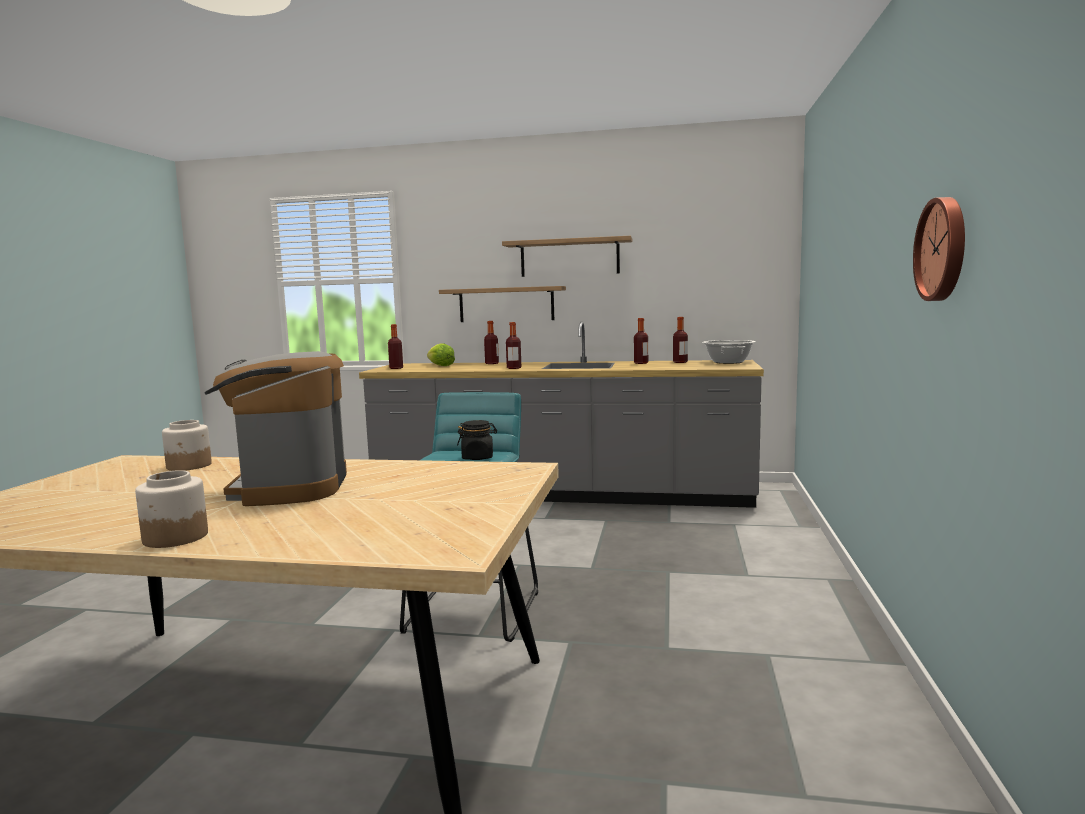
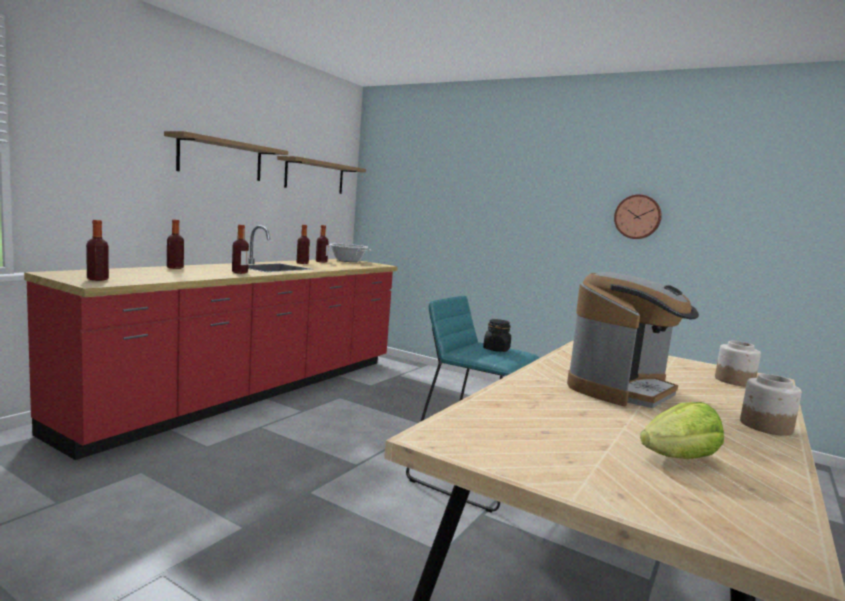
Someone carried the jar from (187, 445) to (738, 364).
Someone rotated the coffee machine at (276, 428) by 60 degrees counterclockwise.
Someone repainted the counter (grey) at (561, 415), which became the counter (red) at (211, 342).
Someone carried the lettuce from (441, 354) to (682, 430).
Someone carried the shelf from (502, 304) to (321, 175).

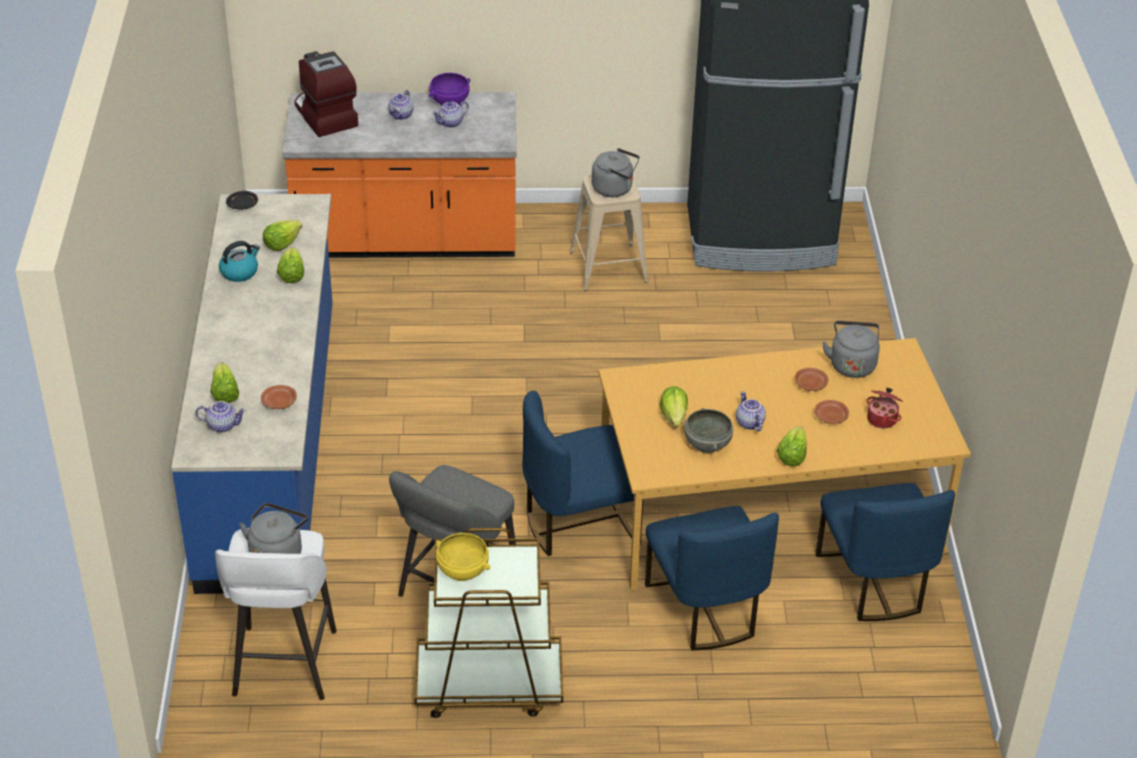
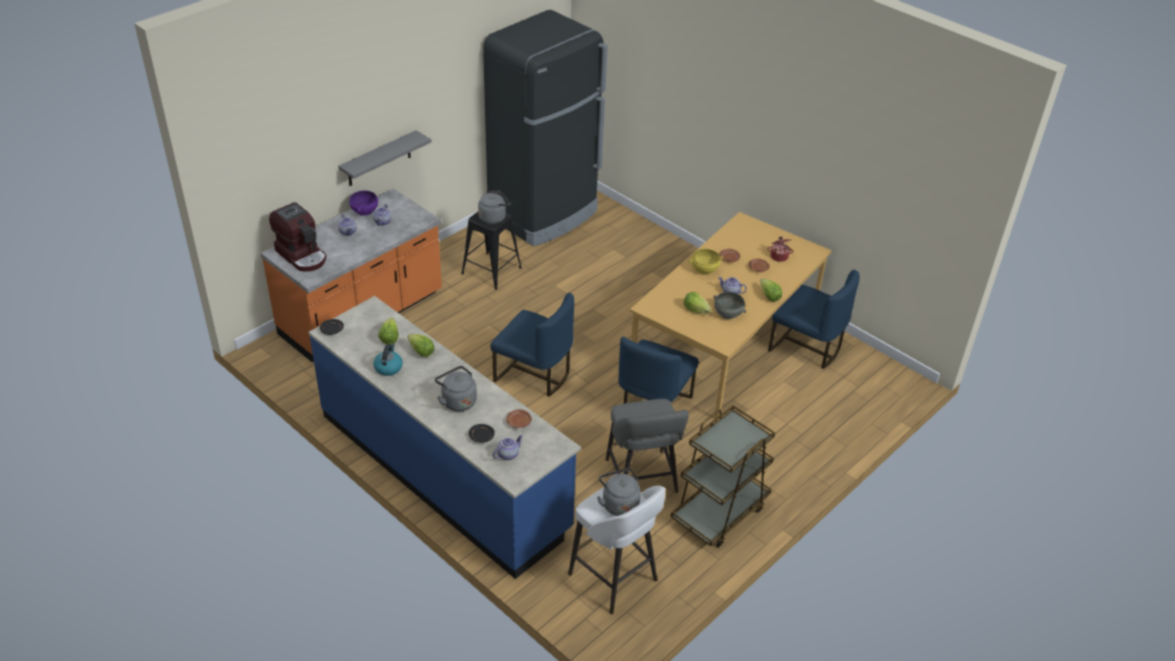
Someone swapped the lettuce at (224, 383) for the plate (black) at (482, 433).
Someone rotated the coffee machine at (326, 94) by 150 degrees counterclockwise.
Someone carried the bowl (yellow) from (462, 557) to (706, 262).
Someone repainted the stool (beige) at (609, 233), which became the stool (black) at (491, 251).
Someone carried the chair (blue) from (712, 578) to (532, 345).
Someone carried the kettle (grey) from (851, 349) to (456, 389).
Someone put up the shelf (grey) at (385, 158).

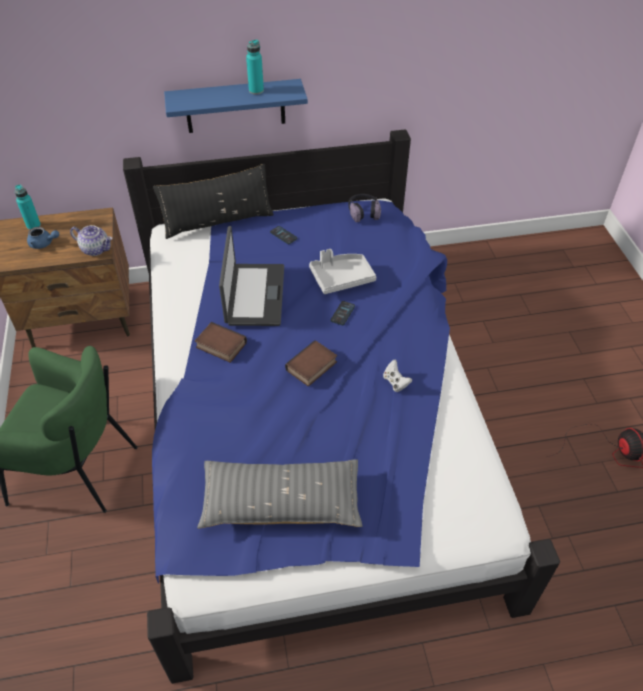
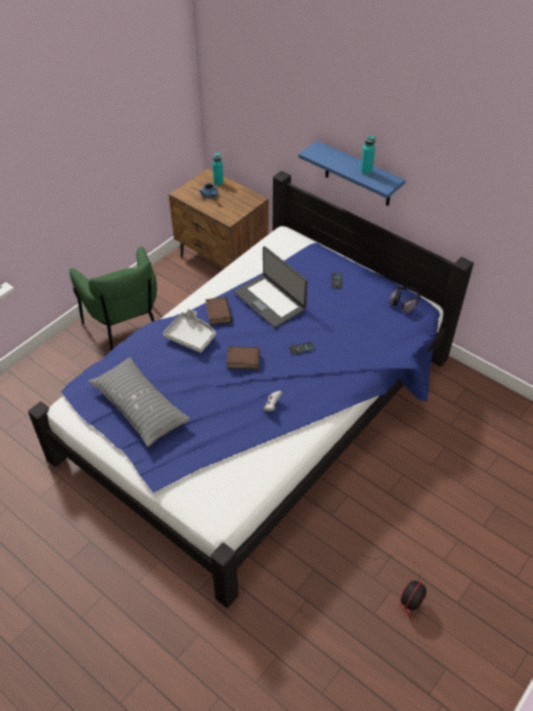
Someone took away the teapot at (91, 240).
Someone took away the pillow (black) at (213, 201).
Someone rotated the laptop at (251, 276) by 90 degrees clockwise.
Someone carried the tray (grey) from (342, 271) to (189, 331).

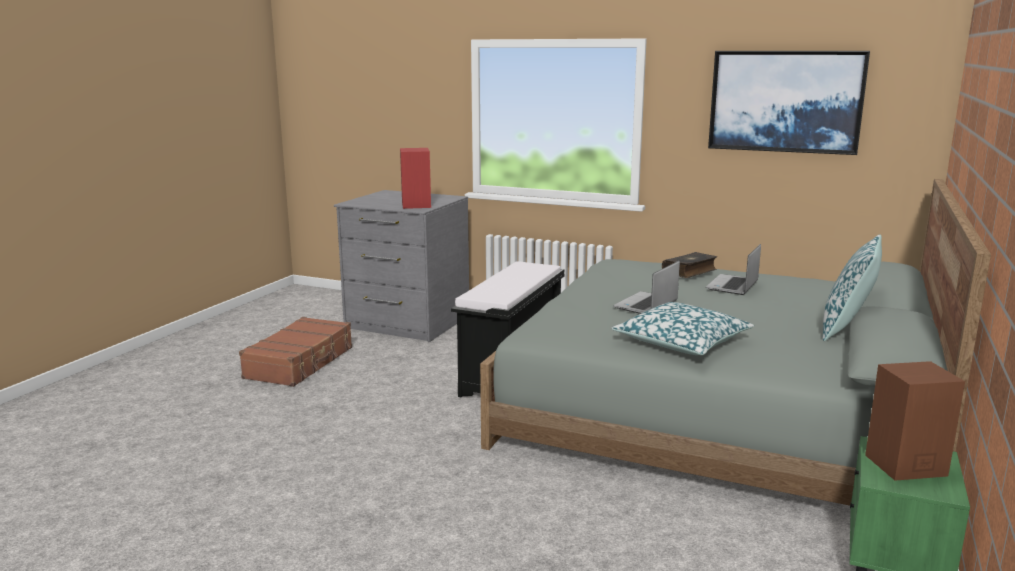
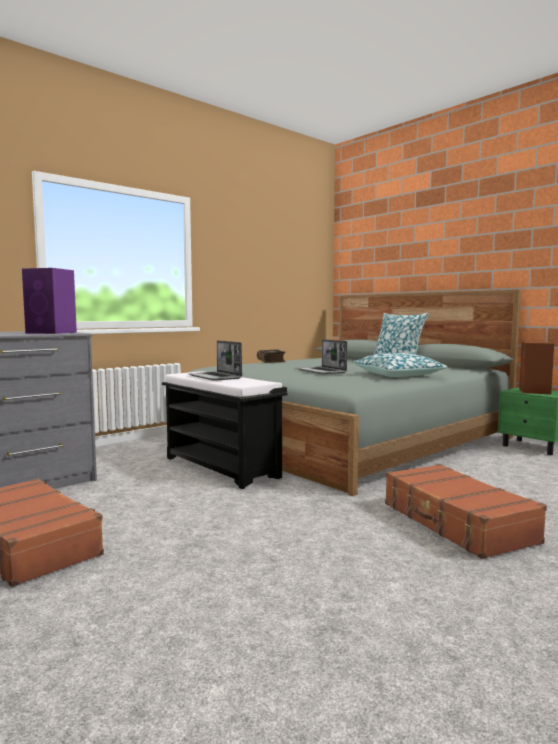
Someone repainted the speaker (red) at (415, 178), which became the speaker (purple) at (49, 301).
Someone carried the laptop from (733, 269) to (215, 360).
Someone took away the picture at (789, 103).
Someone put down the suitcase (brown) at (466, 511).

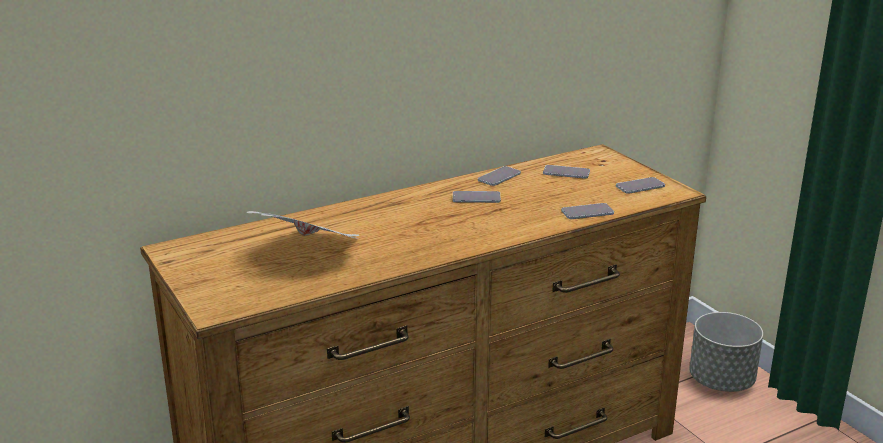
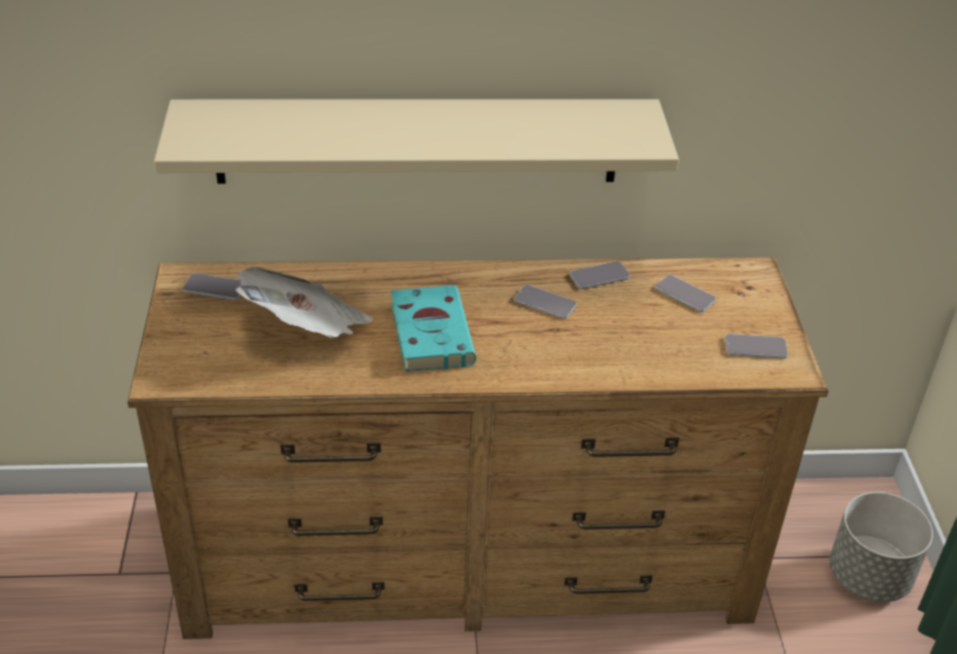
Someone carried the phone from (587, 211) to (212, 286).
Someone put up the shelf (beige) at (416, 141).
Someone put down the book (turquoise) at (433, 328).

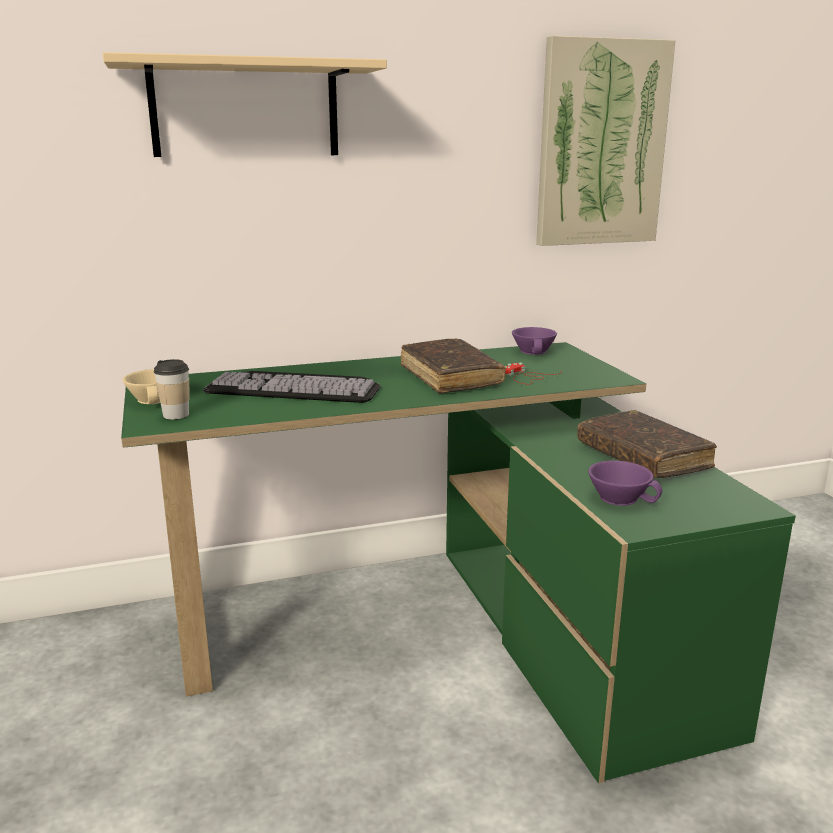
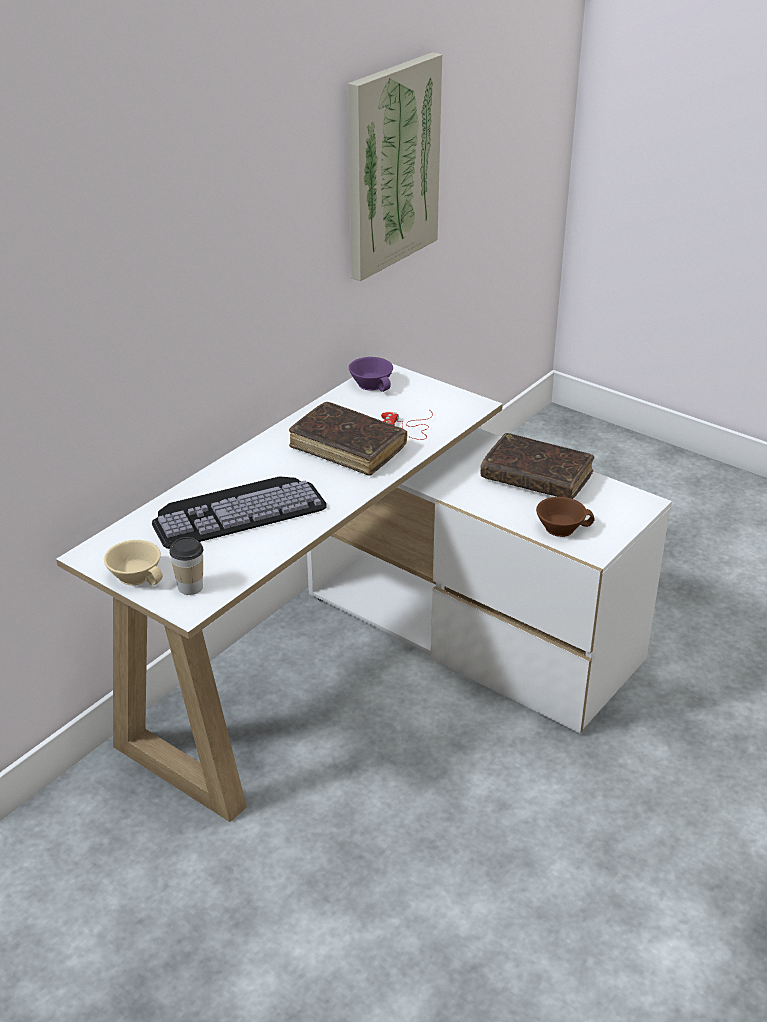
Someone took away the shelf (beige) at (245, 104).
Someone repainted the desk (green) at (458, 563), which became the desk (white) at (364, 593).
Someone repainted the cup (purple) at (625, 483), which became the cup (brown) at (565, 517).

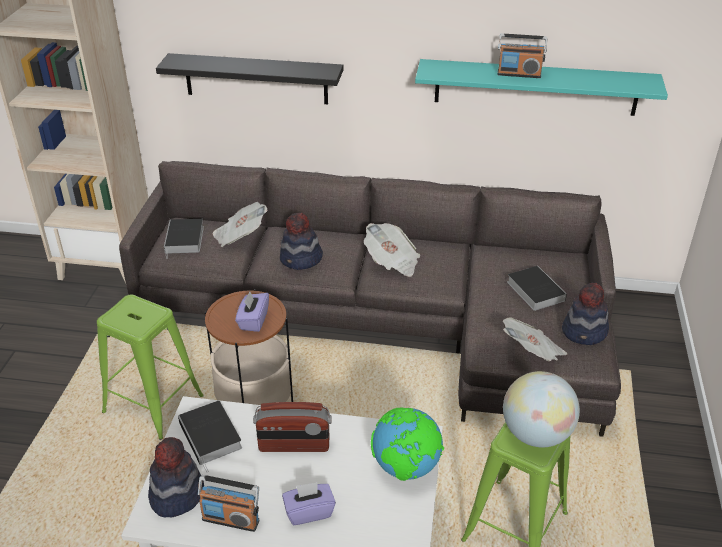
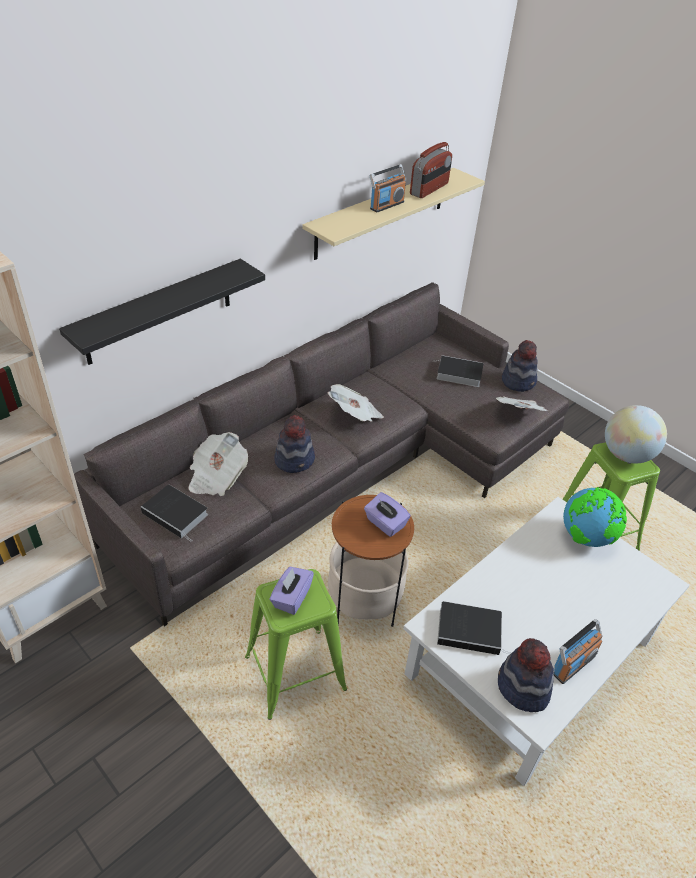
Someone carried the radio from (292, 427) to (431, 170).
Someone carried the tissue box (purple) from (309, 503) to (292, 591).
Someone repainted the shelf (turquoise) at (541, 87), which became the shelf (beige) at (393, 214).

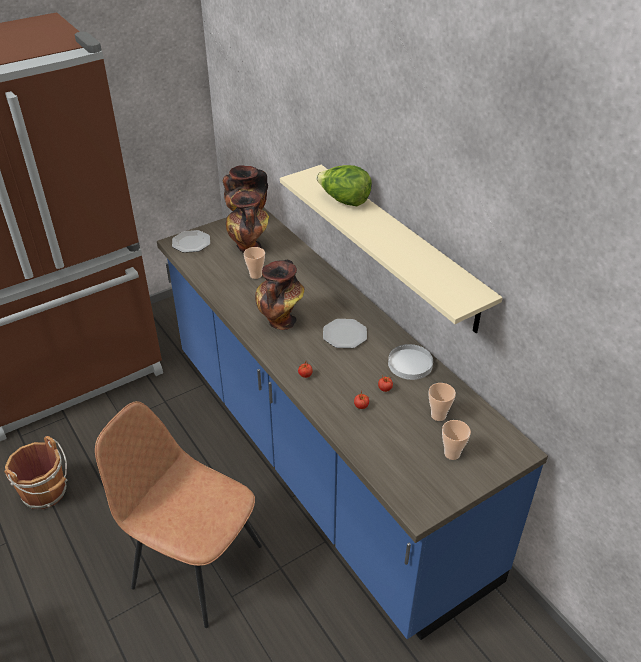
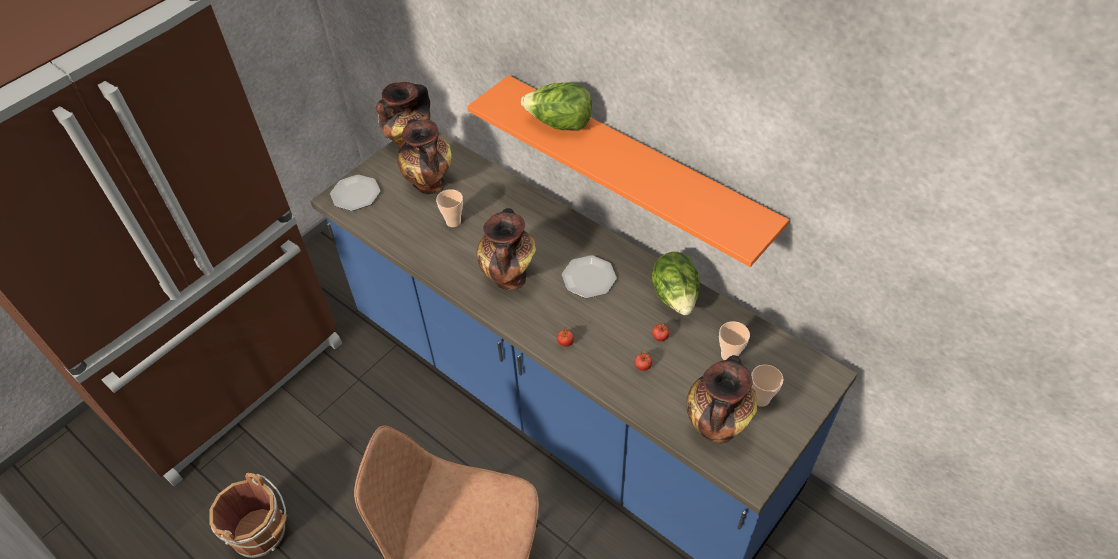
Someone repainted the shelf (beige) at (391, 249), which became the shelf (orange) at (628, 171).
Someone swapped the plate (white) at (410, 362) for the lettuce at (676, 283).
Someone put down the vase at (721, 399).

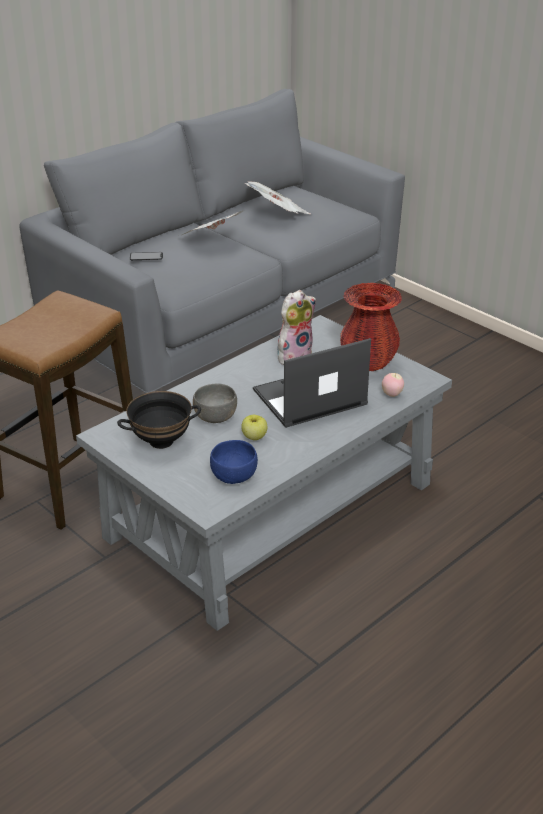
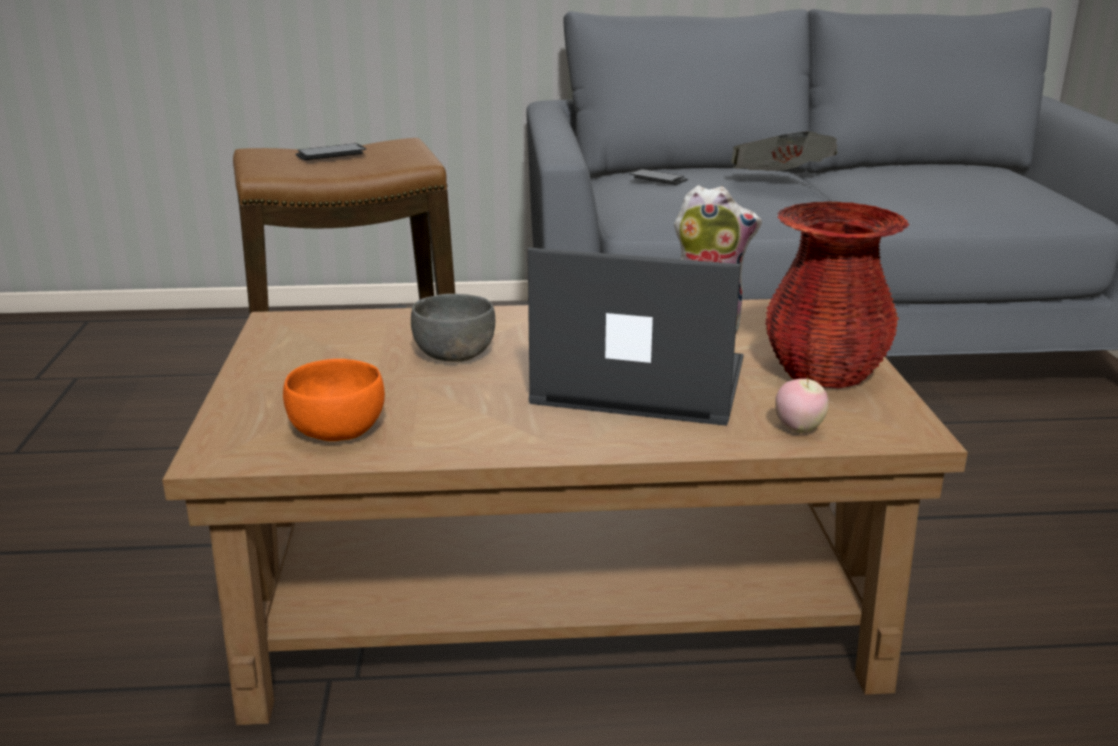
Someone repainted the coffee table (grey) at (264, 473), which became the coffee table (brown) at (565, 512).
Someone took away the bowl (black) at (159, 420).
Someone repainted the bowl (blue) at (234, 462), which became the bowl (orange) at (334, 400).
Someone took away the apple at (254, 427).
Someone took away the newspaper at (278, 198).
Someone put down the phone at (330, 151).

